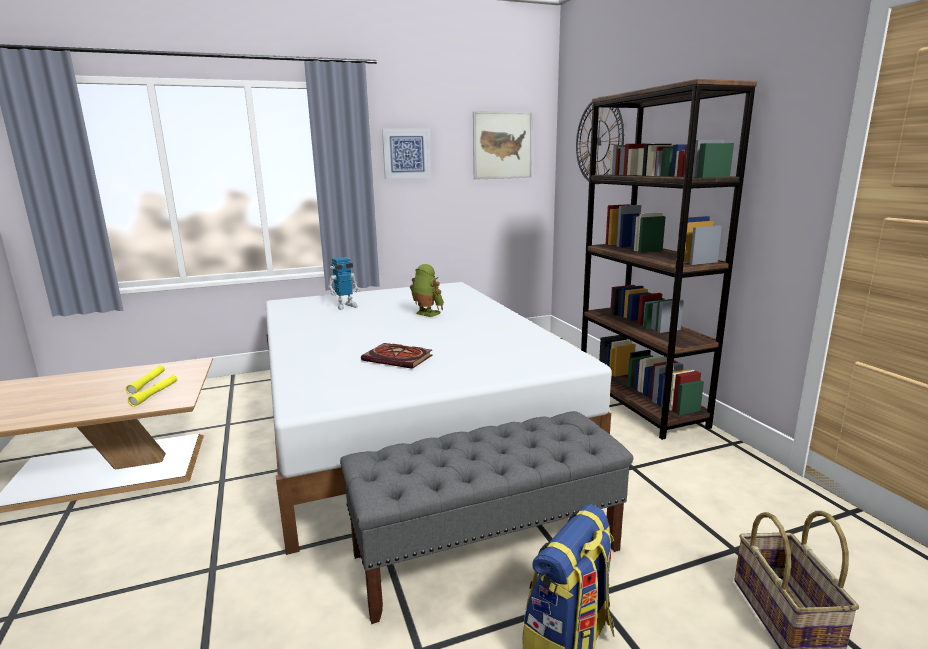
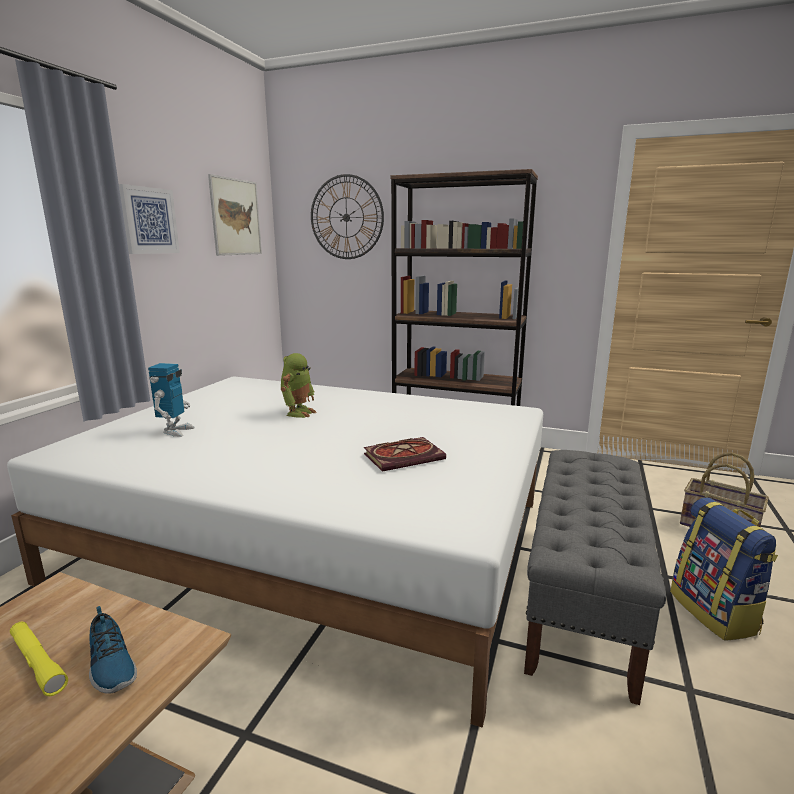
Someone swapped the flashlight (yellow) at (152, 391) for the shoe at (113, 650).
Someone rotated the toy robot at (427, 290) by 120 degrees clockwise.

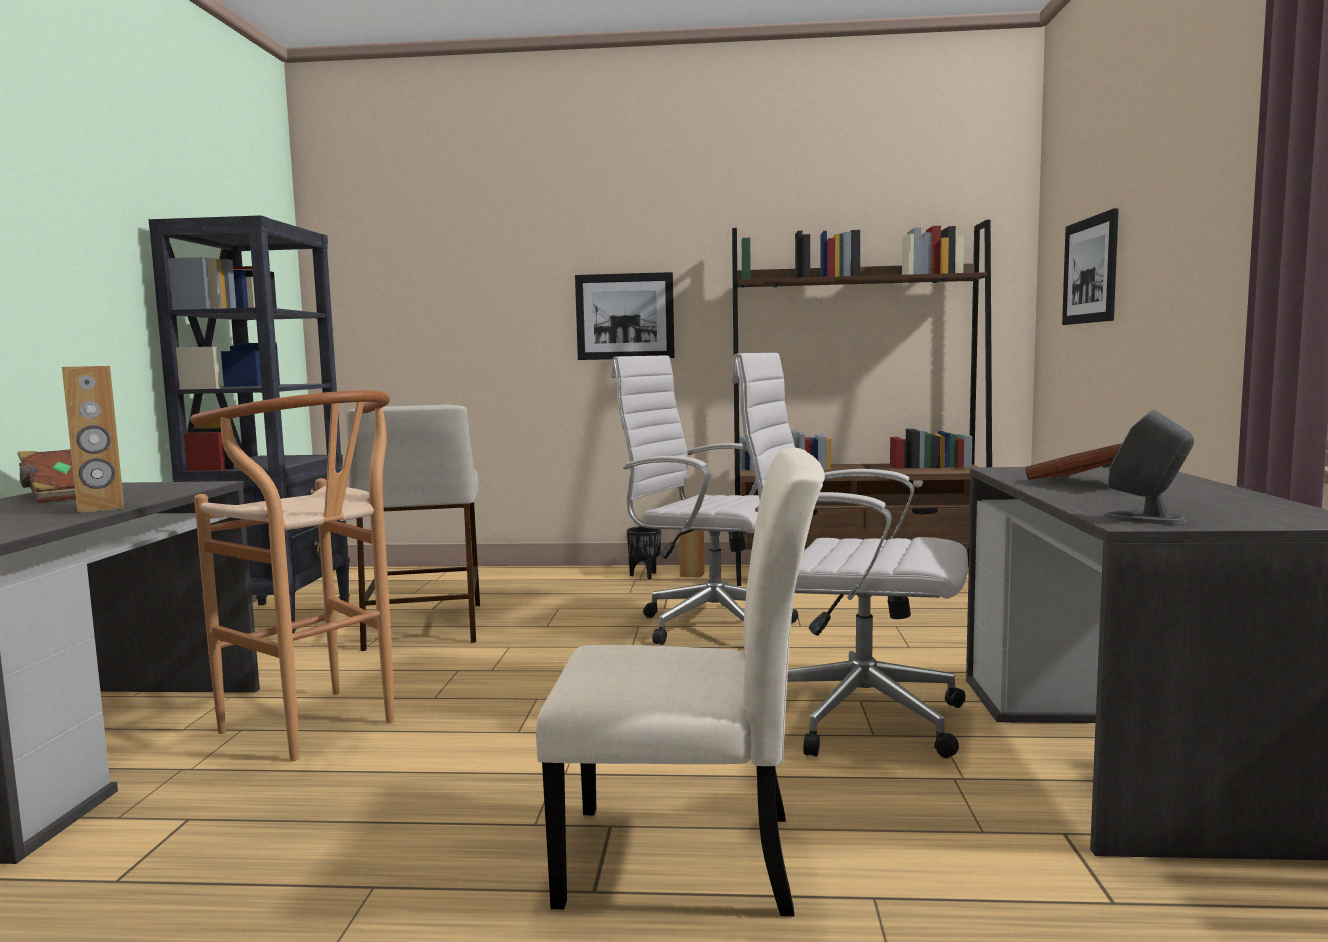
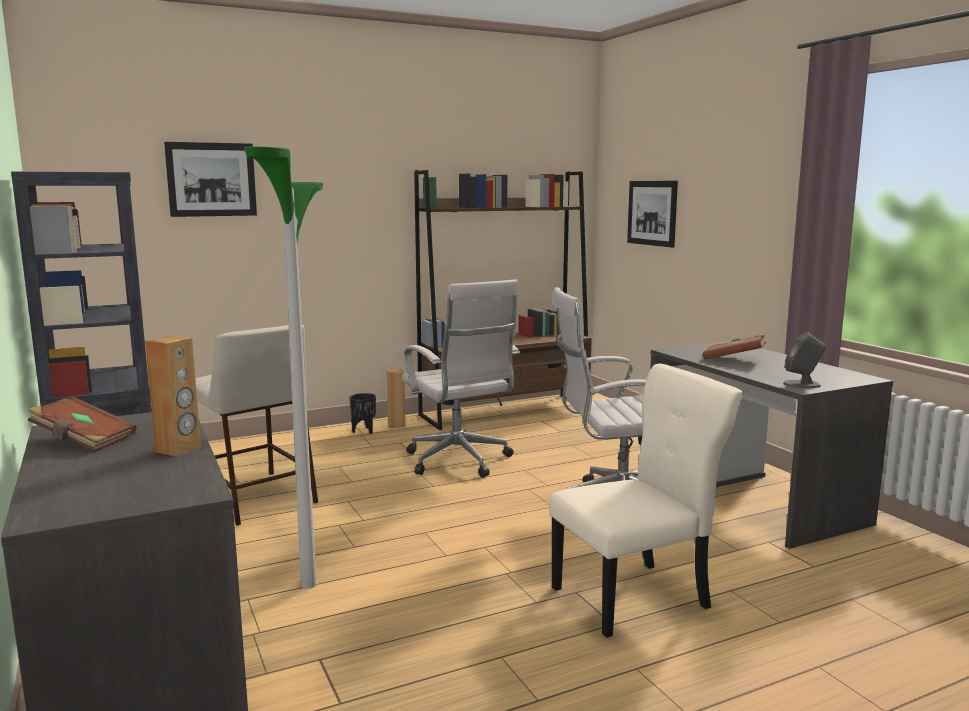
Someone swapped the stool (brown) at (292, 575) for the floor lamp at (283, 367).
Someone carried the picture from (625, 316) to (210, 179).
Someone rotated the office chair (white) at (704, 500) by 120 degrees counterclockwise.

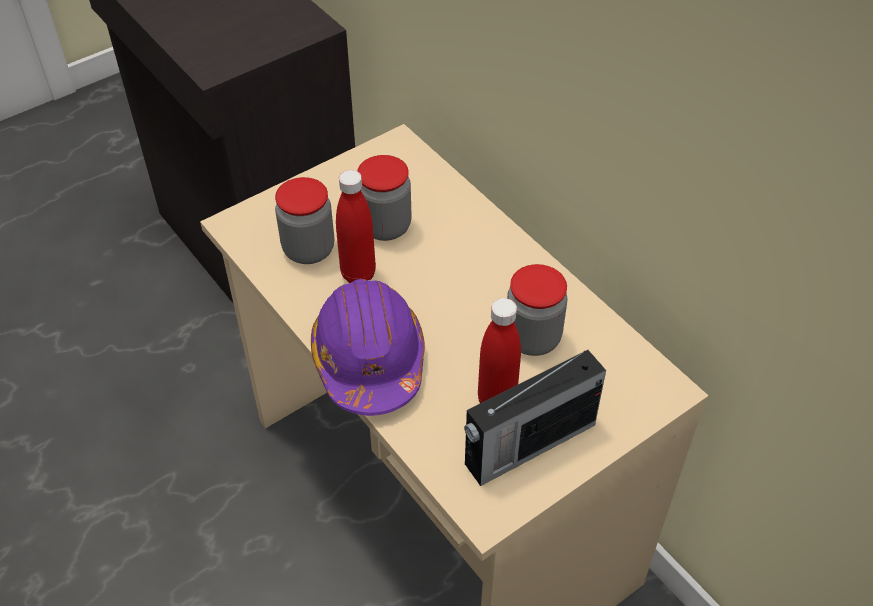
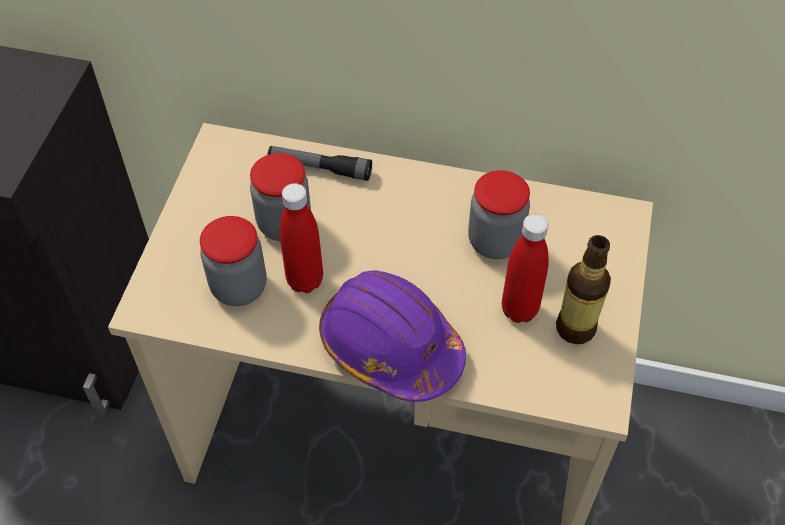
Someone swapped the radio at (535, 418) for the bottle at (583, 289).
Someone put down the flashlight at (320, 163).

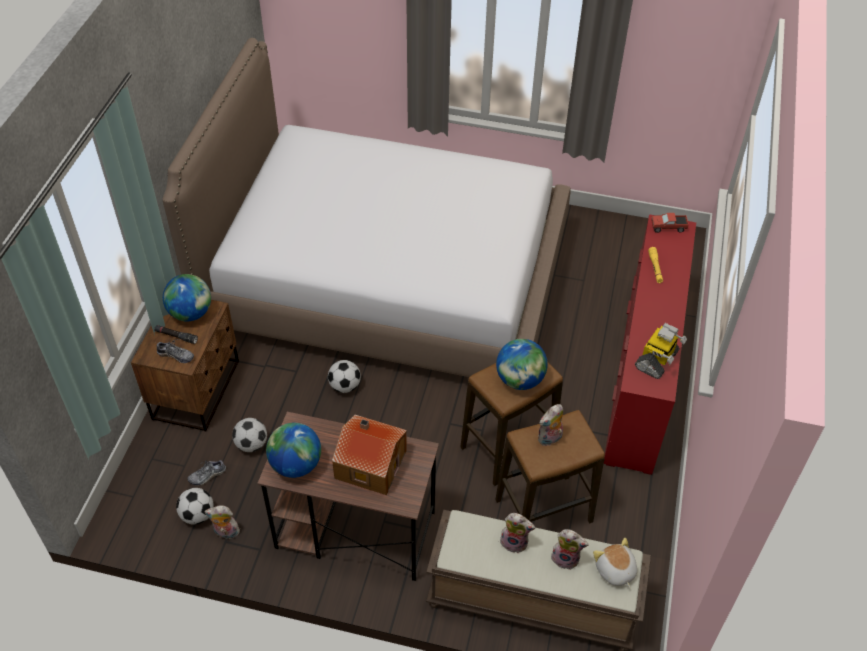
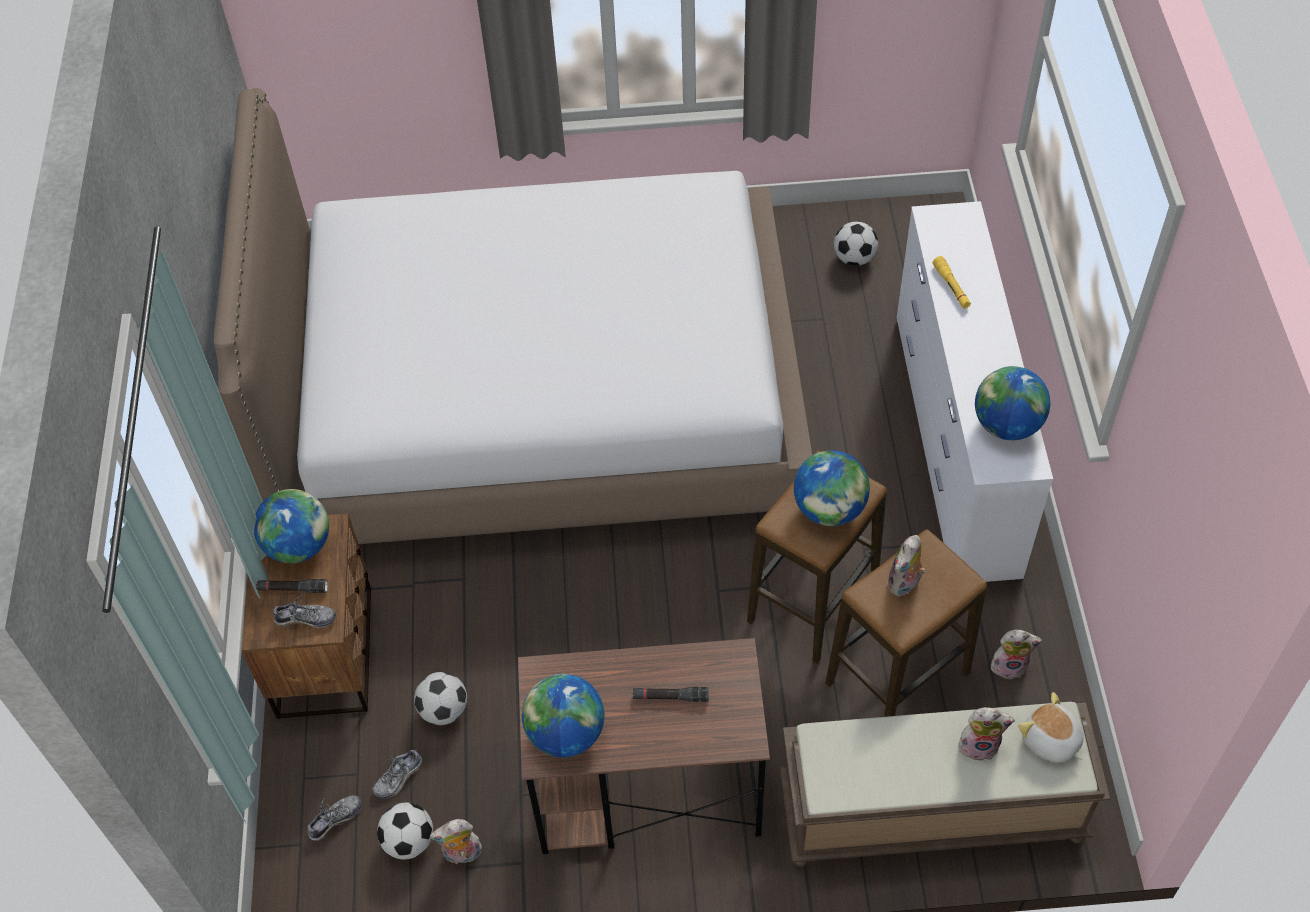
Someone carried the football from (344, 376) to (856, 243).
Someone swapped the toy house at (369, 455) for the flashlight (black) at (671, 694).
Someone carried the plush toy from (517, 533) to (1016, 655).
Someone repainted the dresser (red) at (650, 344), which became the dresser (white) at (975, 391).
Someone swapped the toy robot at (661, 351) for the globe at (1012, 403).
Someone took away the toy truck at (670, 223).
Someone put down the shoe at (335, 818).

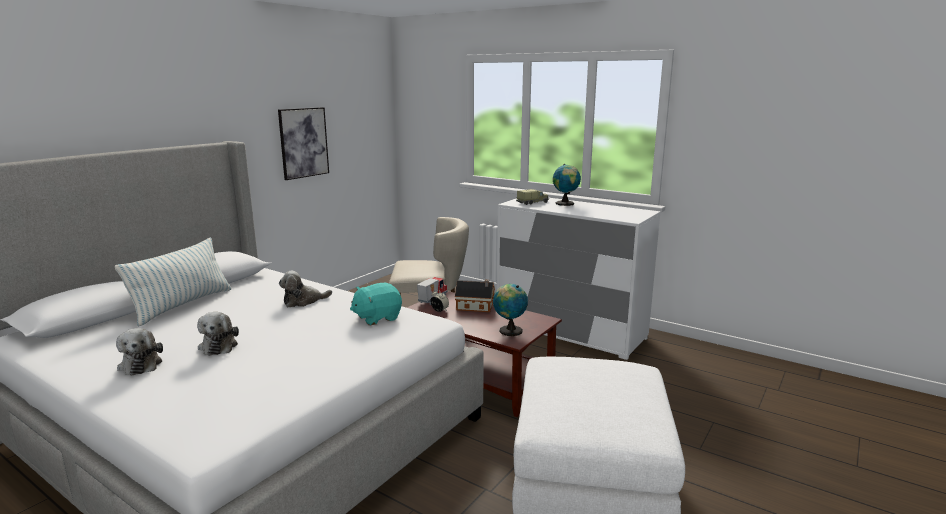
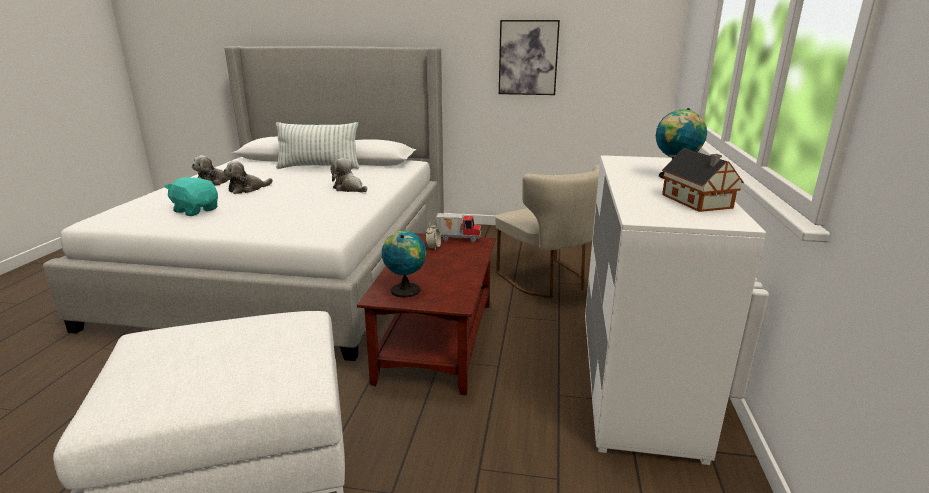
Someone carried the plush toy (turquoise) from (376, 304) to (191, 196).
Someone carried the toy house from (475, 296) to (703, 180).
Someone took away the toy truck at (532, 197).

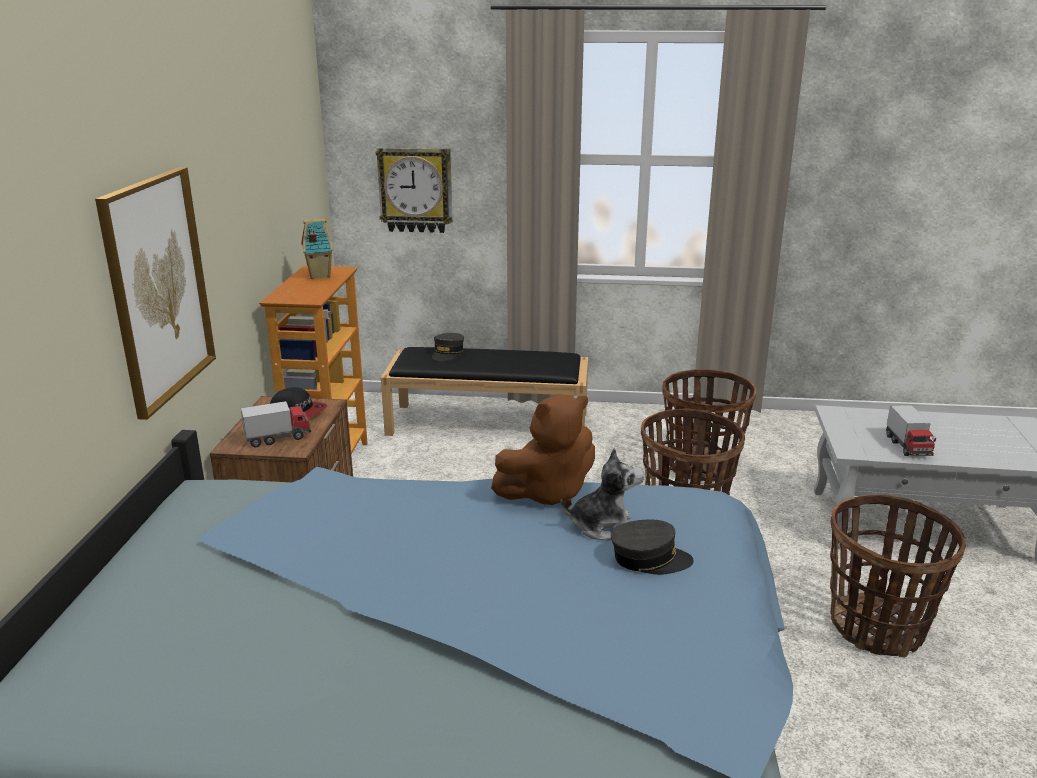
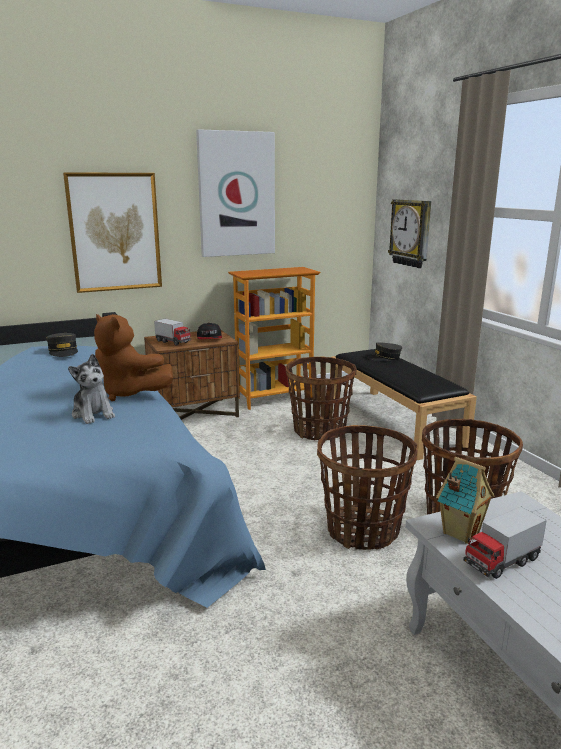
Someone carried the toy house from (317, 249) to (465, 500).
Someone carried the cap (grey) from (652, 547) to (62, 345).
Someone carried the basket from (898, 576) to (321, 399).
Someone put up the picture at (235, 193).

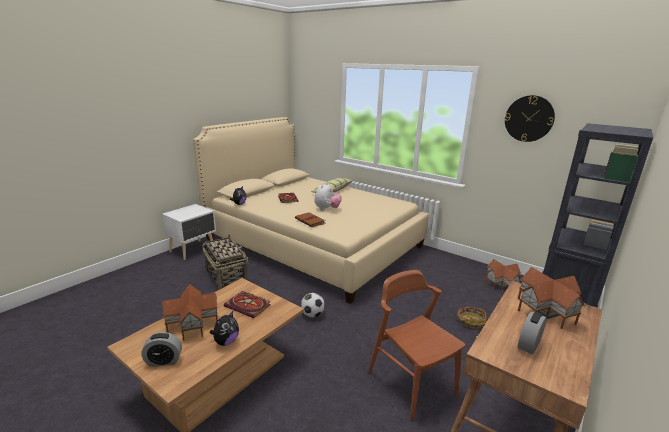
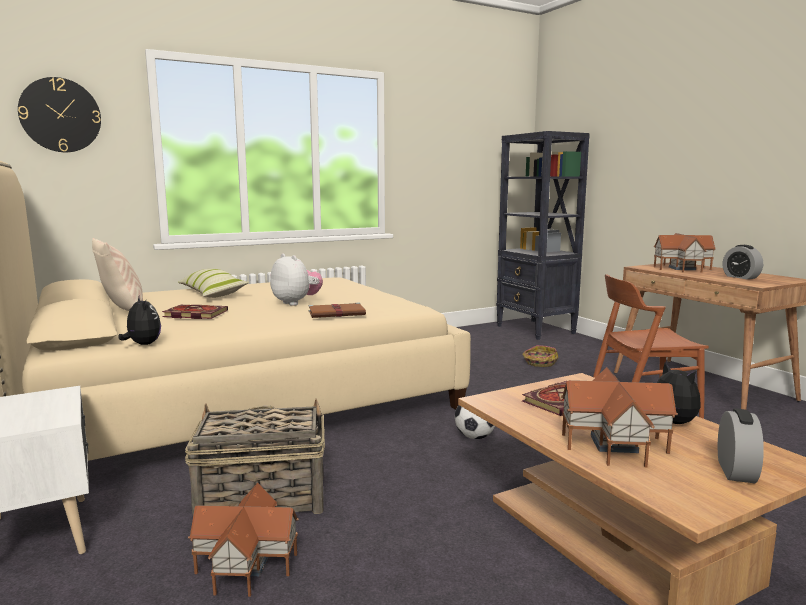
Someone carried the toy house from (503, 274) to (243, 540).
Someone carried the wall clock from (530, 118) to (59, 114).
Someone put down the pillow (beige) at (117, 274).

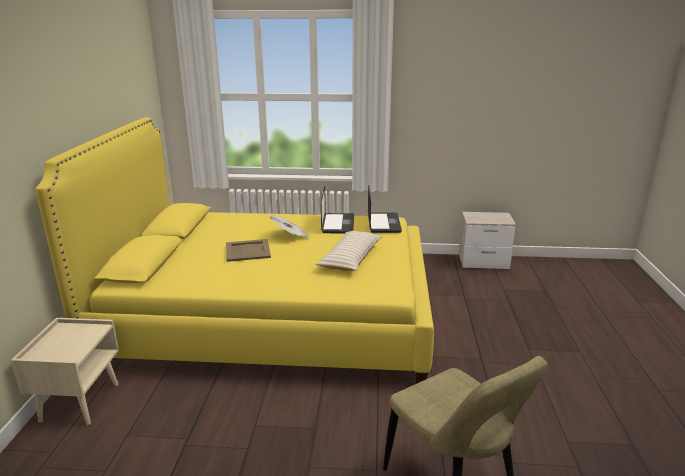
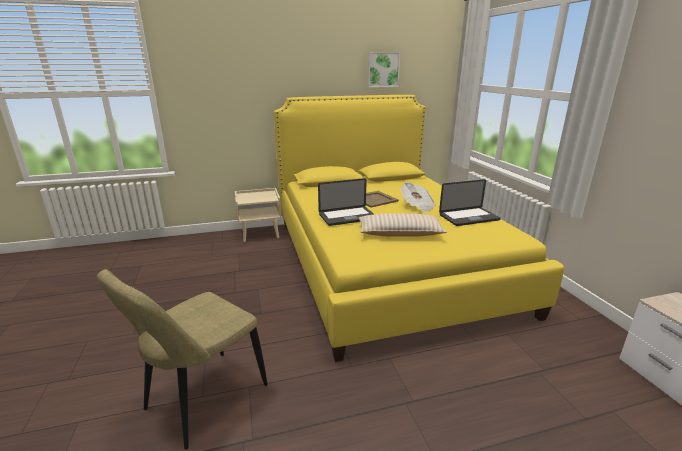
Someone carried the laptop from (385, 209) to (346, 202).
Someone put up the picture at (383, 69).

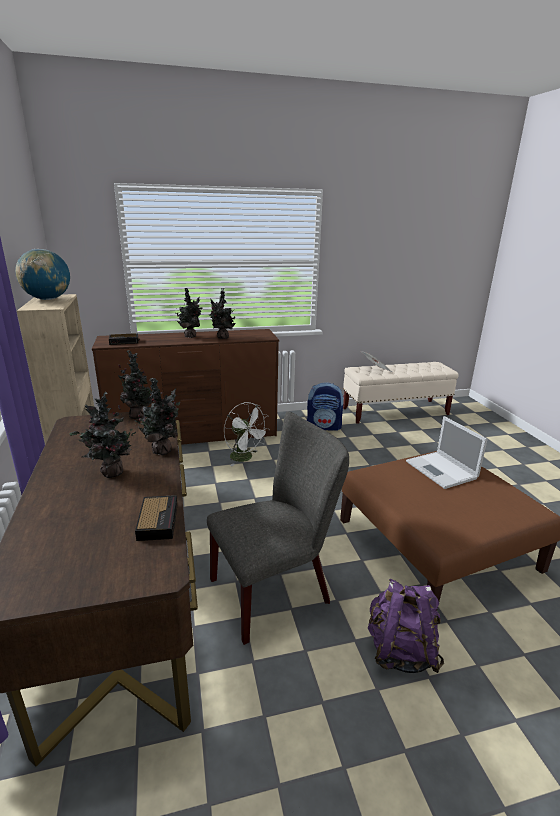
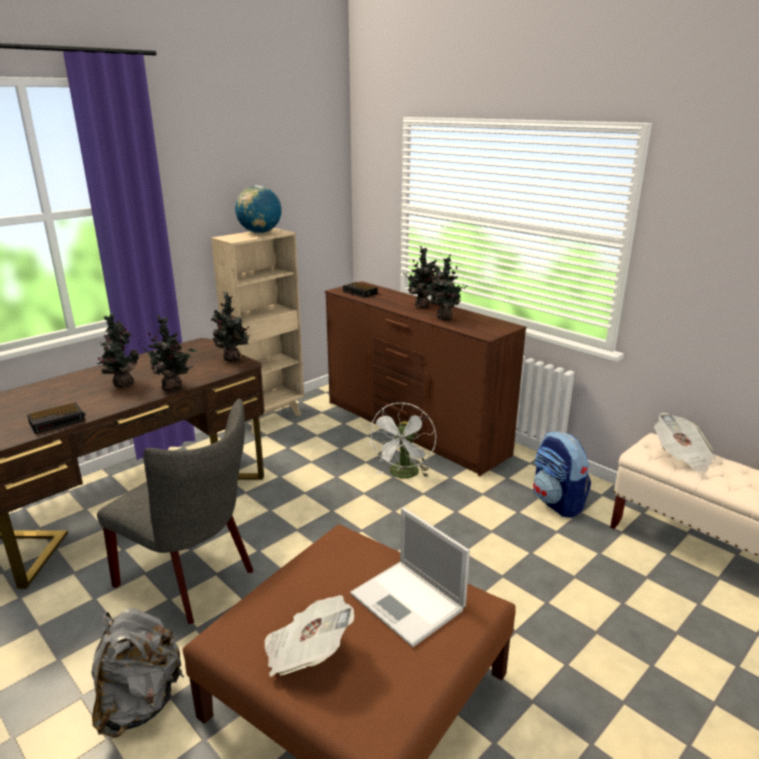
Someone repainted the backpack (purple) at (406, 626), which became the backpack (grey) at (137, 673).
Someone rotated the laptop at (447, 452) by 75 degrees counterclockwise.
Someone put down the newspaper at (309, 636).

